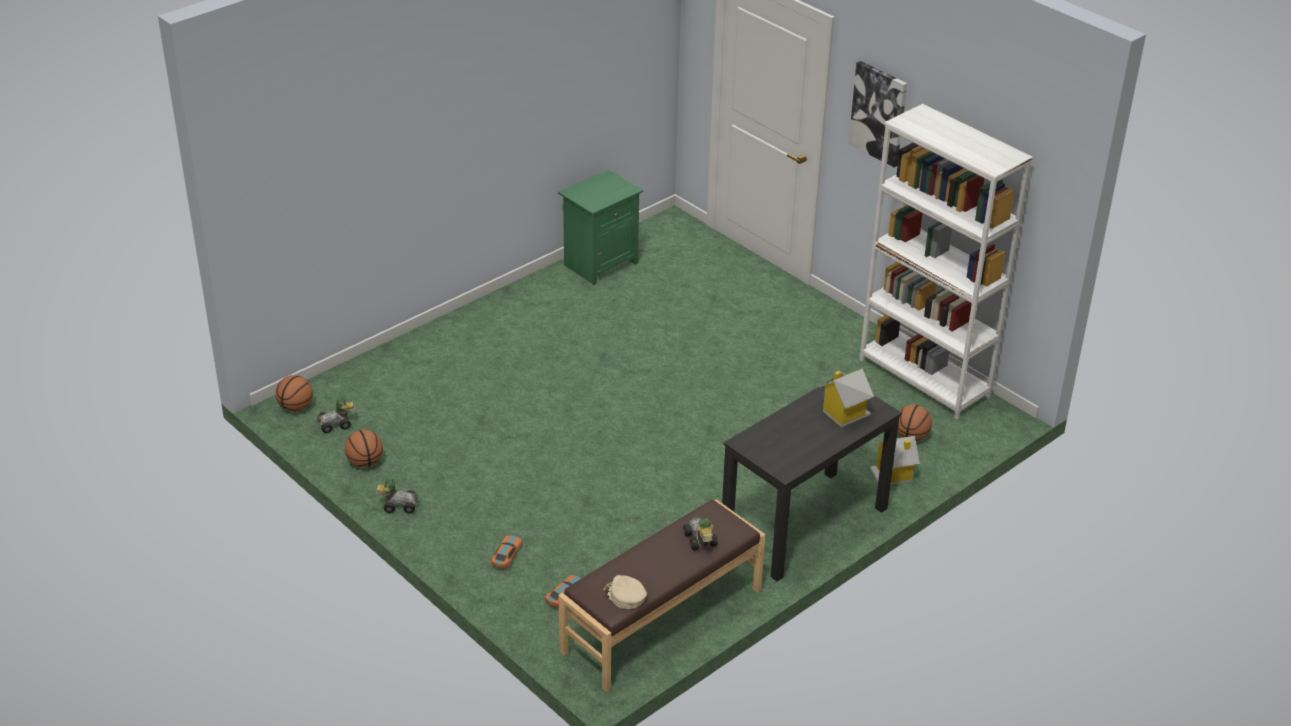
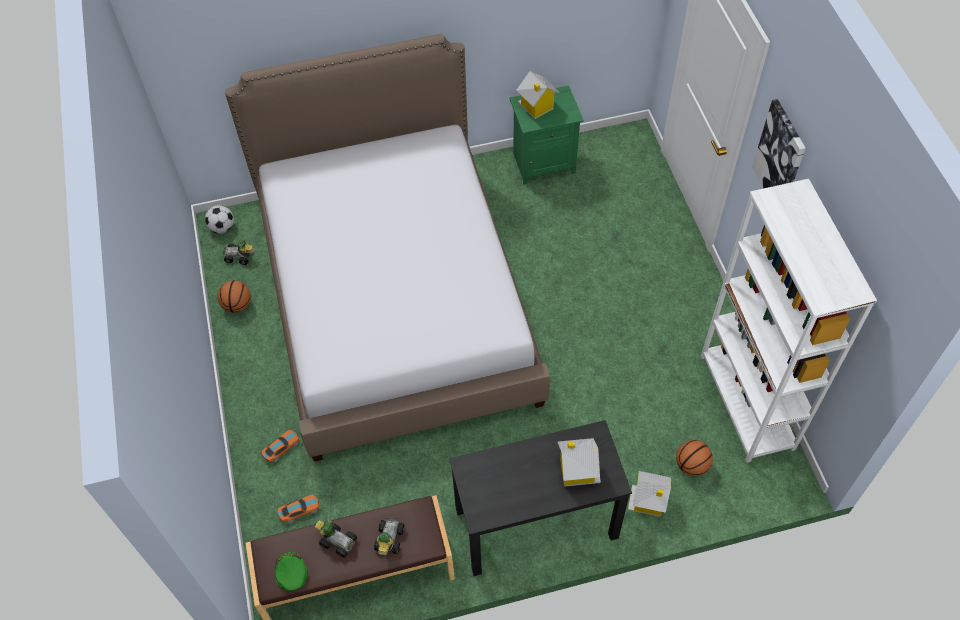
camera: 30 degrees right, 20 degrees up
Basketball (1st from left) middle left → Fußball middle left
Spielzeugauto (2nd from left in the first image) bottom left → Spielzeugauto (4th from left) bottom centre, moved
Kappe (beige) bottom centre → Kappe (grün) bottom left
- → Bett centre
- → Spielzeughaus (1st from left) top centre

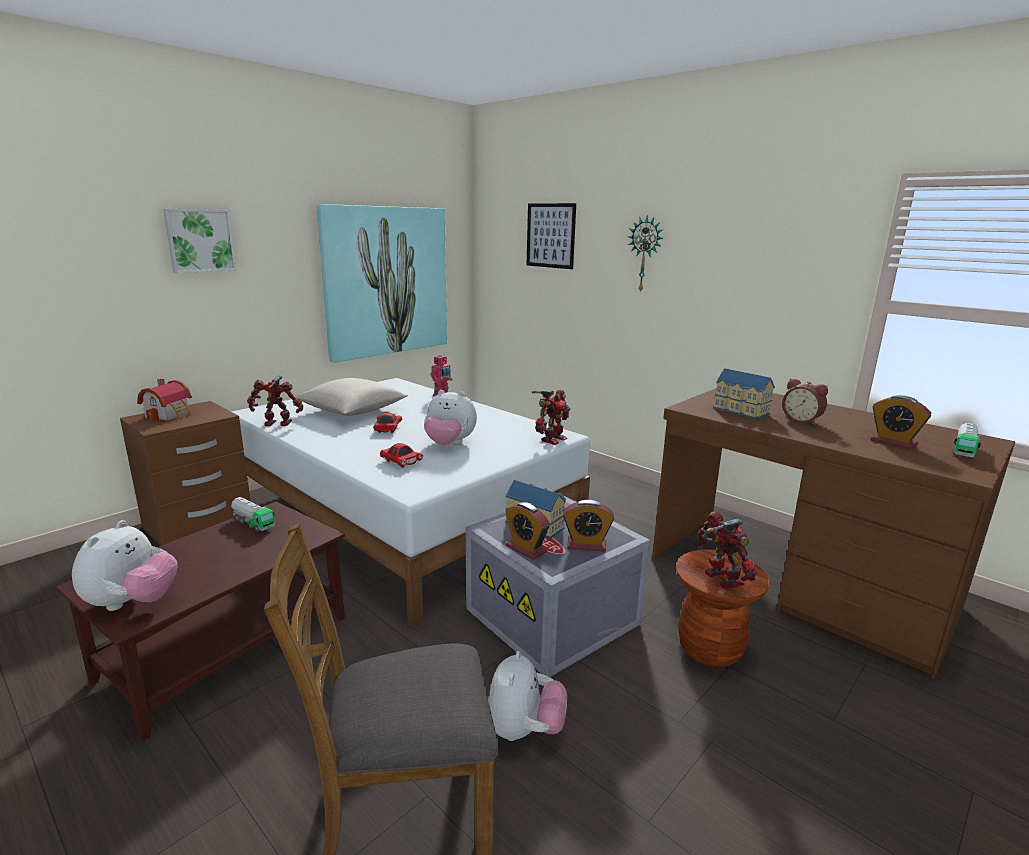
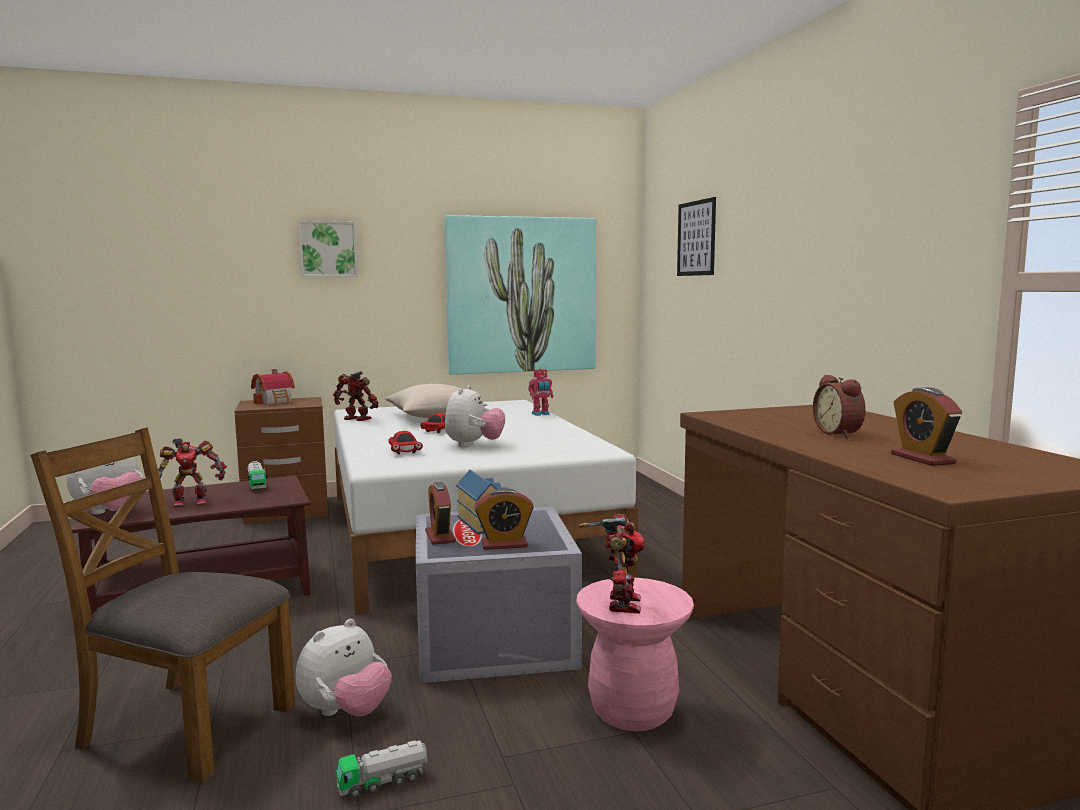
camera: 30 degrees right, 10 degrees down
Plüschtier (2nd from left in the first image) centre → Plüschtier (3rd from left) centre, 120 degrees counterclockwise
Spielzeugroboter (3rd from left in the first image) centre → Spielzeugroboter (1st from left) middle left, moved
Wecker (2nd from left) centre, 45 degrees counterclockwise
Wanduhr top centre → -
Hocker (braun) bottom right → Hocker (rosa) bottom centre
Spielzeughaus (3rd from left) middle right → -
Spielzeuglaster (2nd from left) middle right → Spielzeuglaster (2nd from left) bottom centre, moved

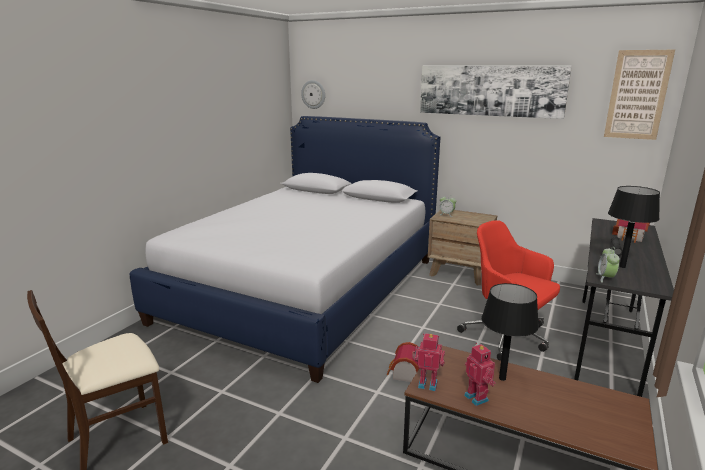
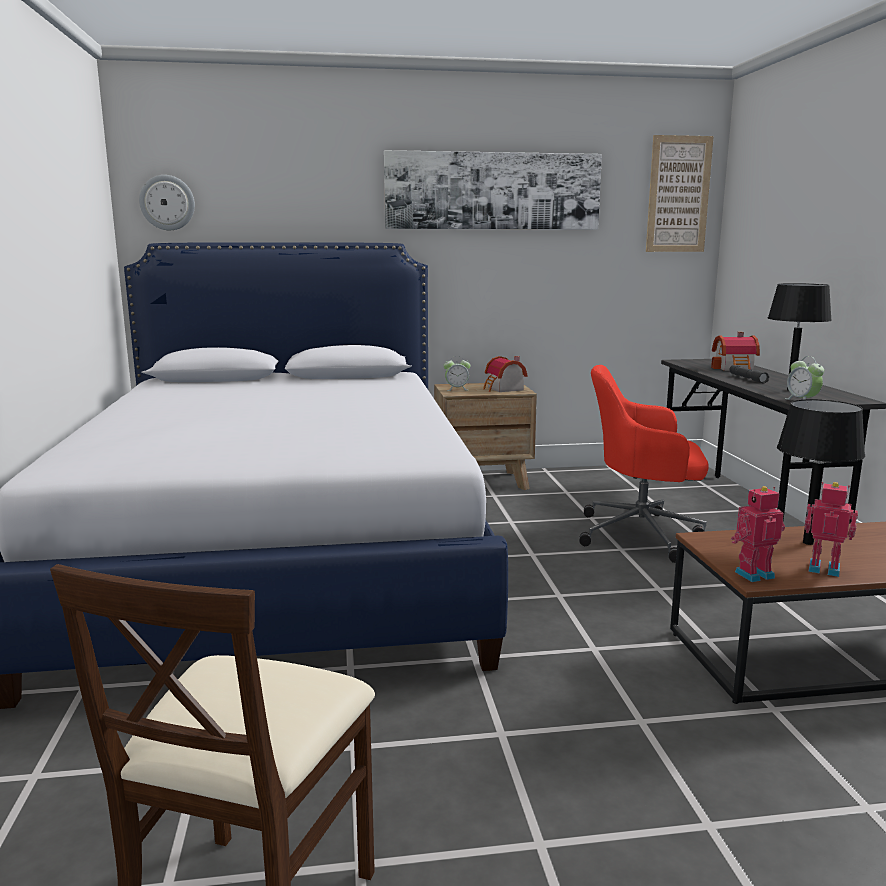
camera: 35 degrees left, 5 degrees down
Spielzeughaus (1st from left) bottom centre → Spielzeughaus (1st from left) centre, moved

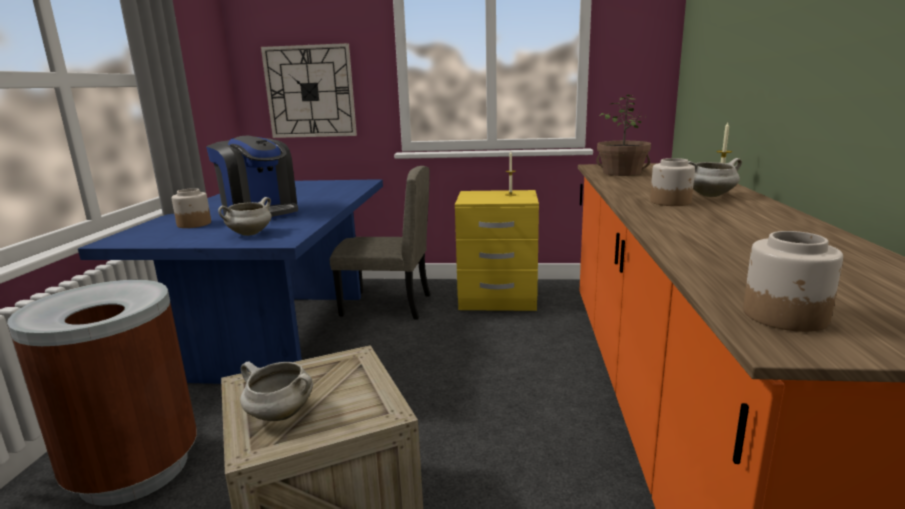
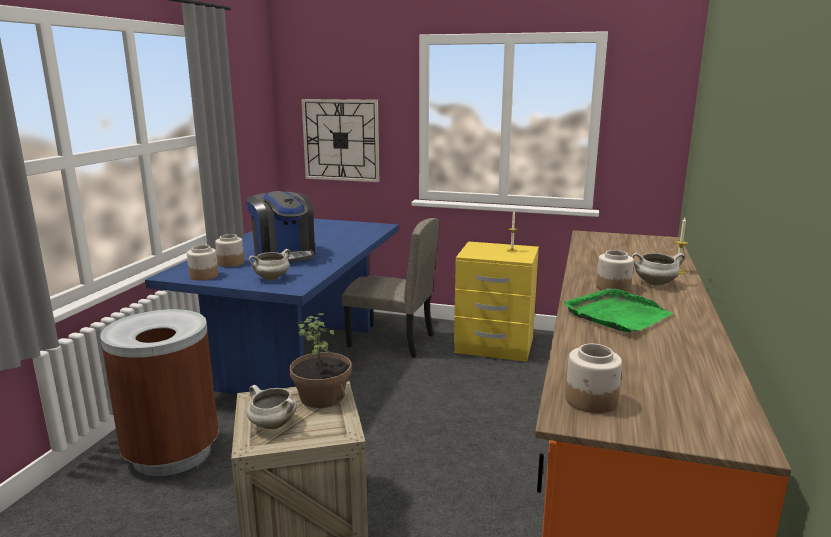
camera: 10 degrees right, 0 degrees up
Topfpflanze top right → Topfpflanze bottom centre, moved
- → Vorratsglas (1st from left) middle left
- → Tablett (grün) middle right

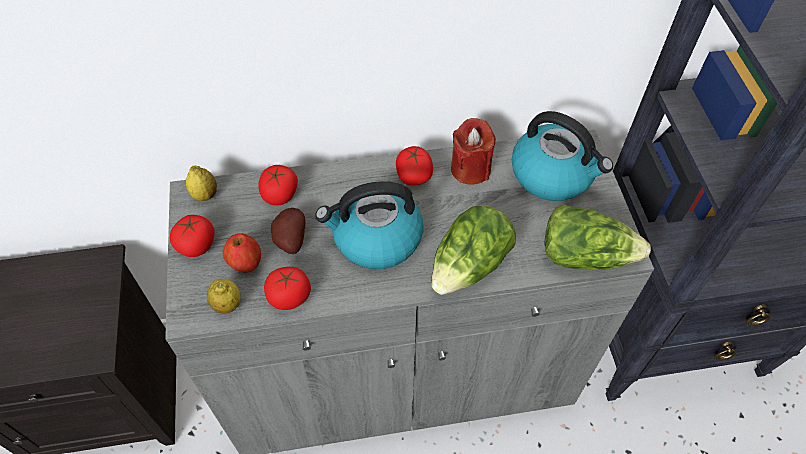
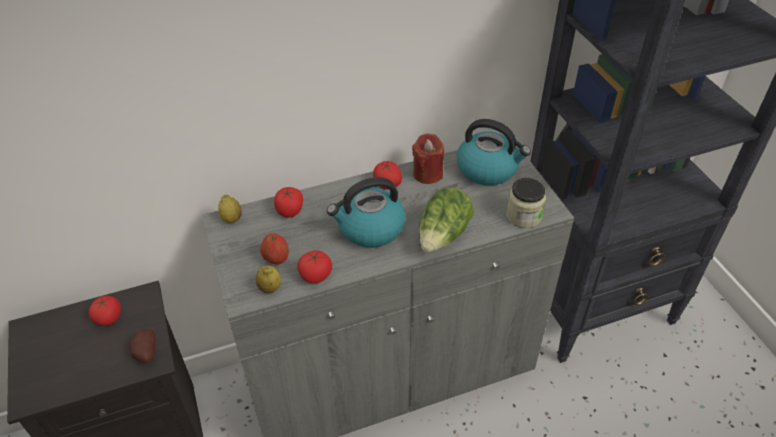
camera: 10 degrees left, 10 degrees down
Tomate (1st from left) middle left → Tomate (1st from left) bottom left, moved
Kartoffel centre → Kartoffel bottom left, moved
Salatkopf (2nd from left) middle right → Vorratsglas middle right

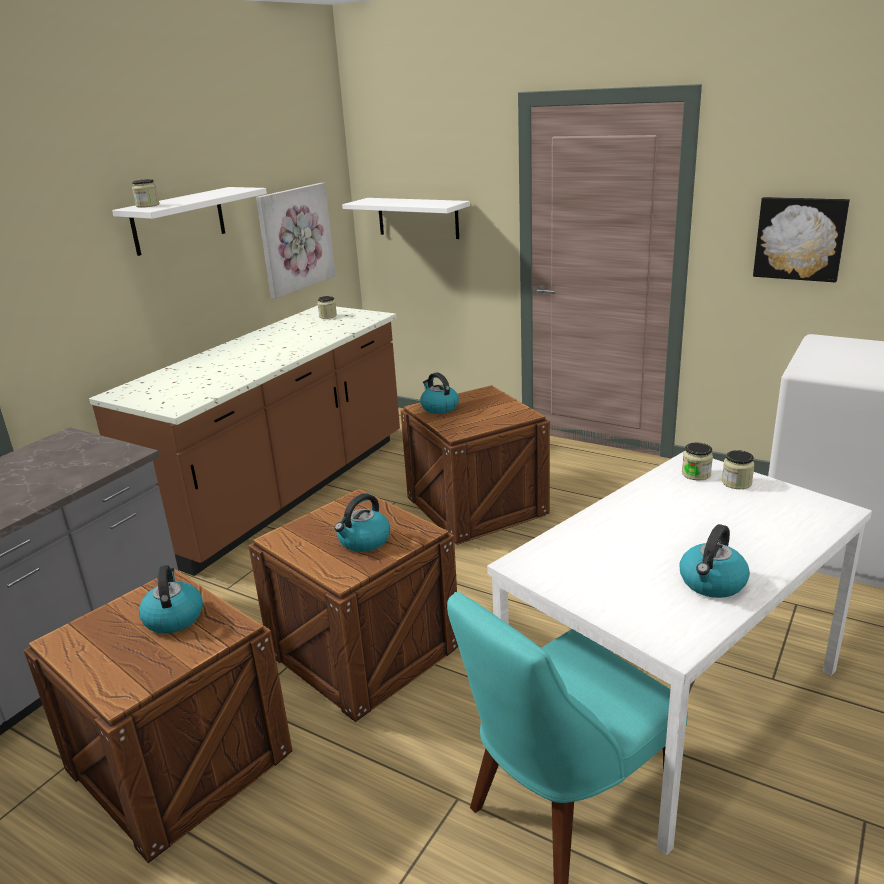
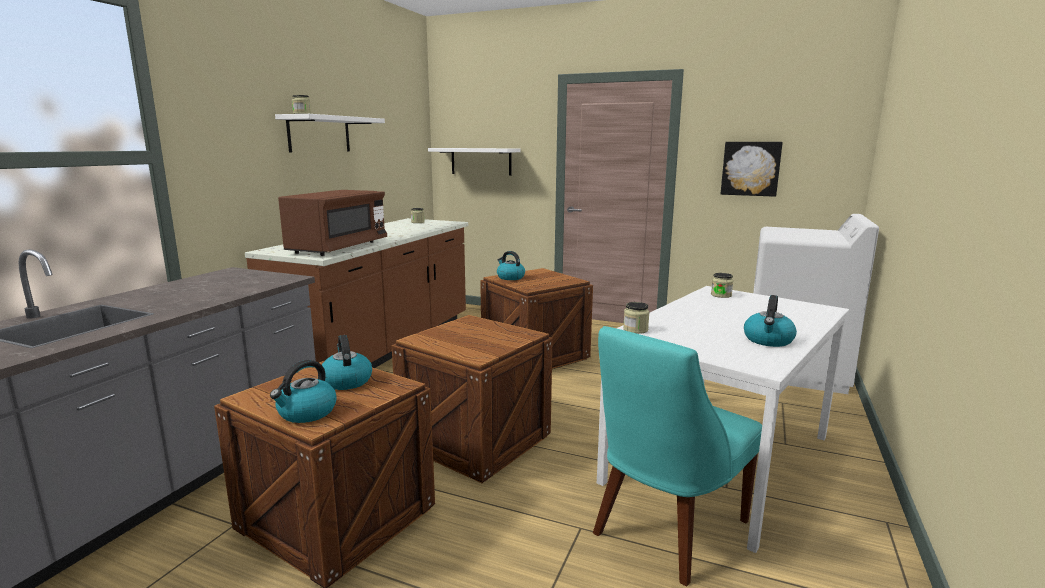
camera: 10 degrees left, 10 degrees down
Bild (1st from left) top centre → -
Wasserkessel (2nd from left in the first image) centre → Wasserkessel (1st from left) middle left, moved
Vorratsglas (4th from left in the first image) middle right → Vorratsglas (3rd from left) centre, moved
- → Mikrowelle (braun) middle left

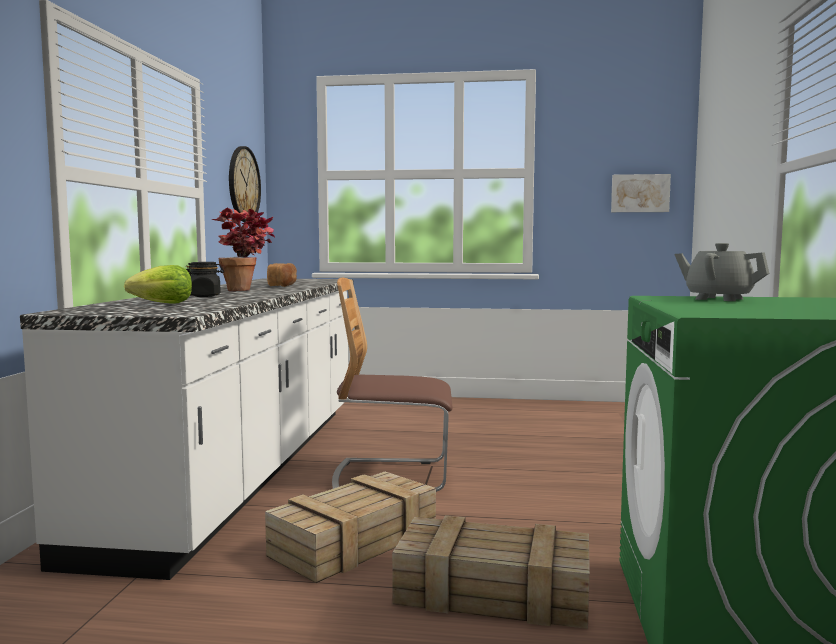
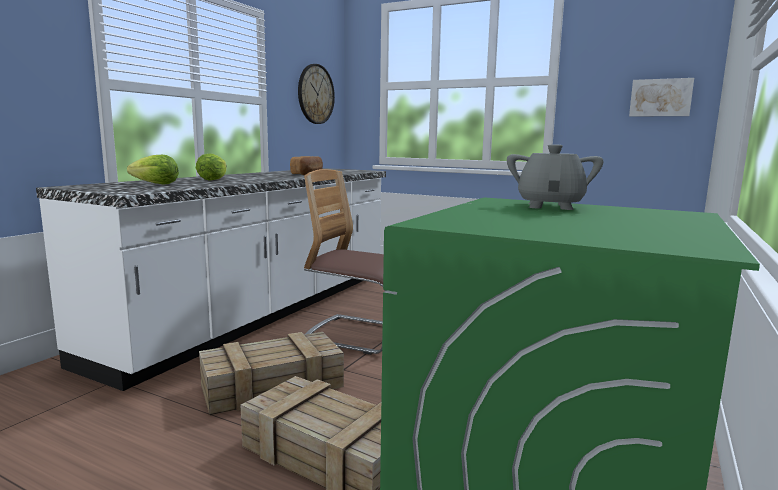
camera: 20 degrees right, 5 degrees up
Vorratsglas (schwarz) middle left → Salatkopf (2nd from left) middle left
Topfpflanze middle left → -
Teekanne (grau) middle right, 45 degrees clockwise

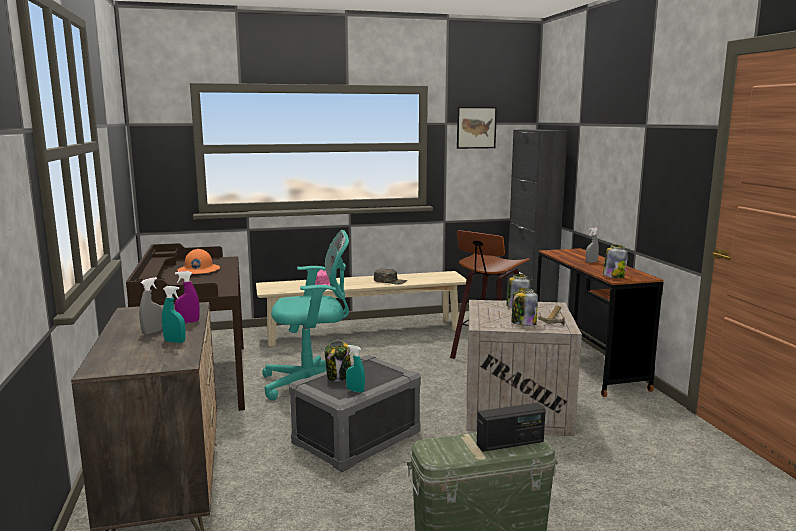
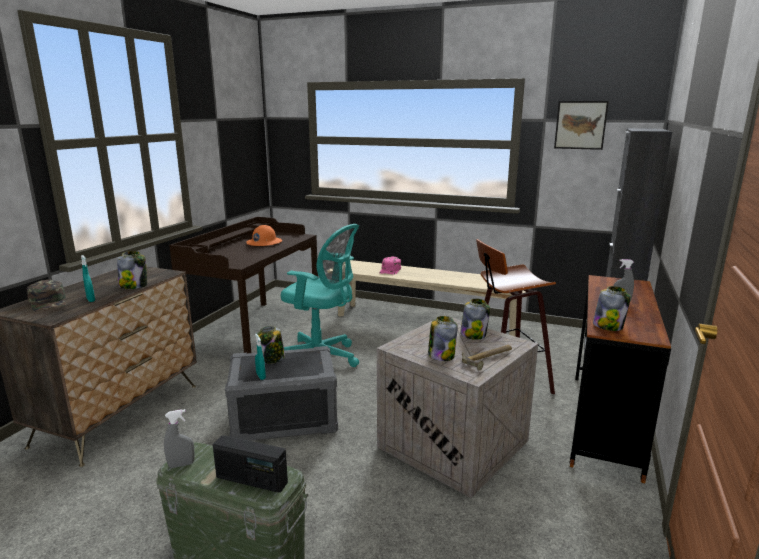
camera: 35 degrees right, 5 degrees up
Sprühflasche (grau) (1st from left) middle left → Sprühflasche (grau) (1st from left) bottom left, moved
Sprühflasche (lila) middle left → Vorratsglas (1st from left) middle left
Kappe (grün) centre → Kappe (grün) middle left, moved

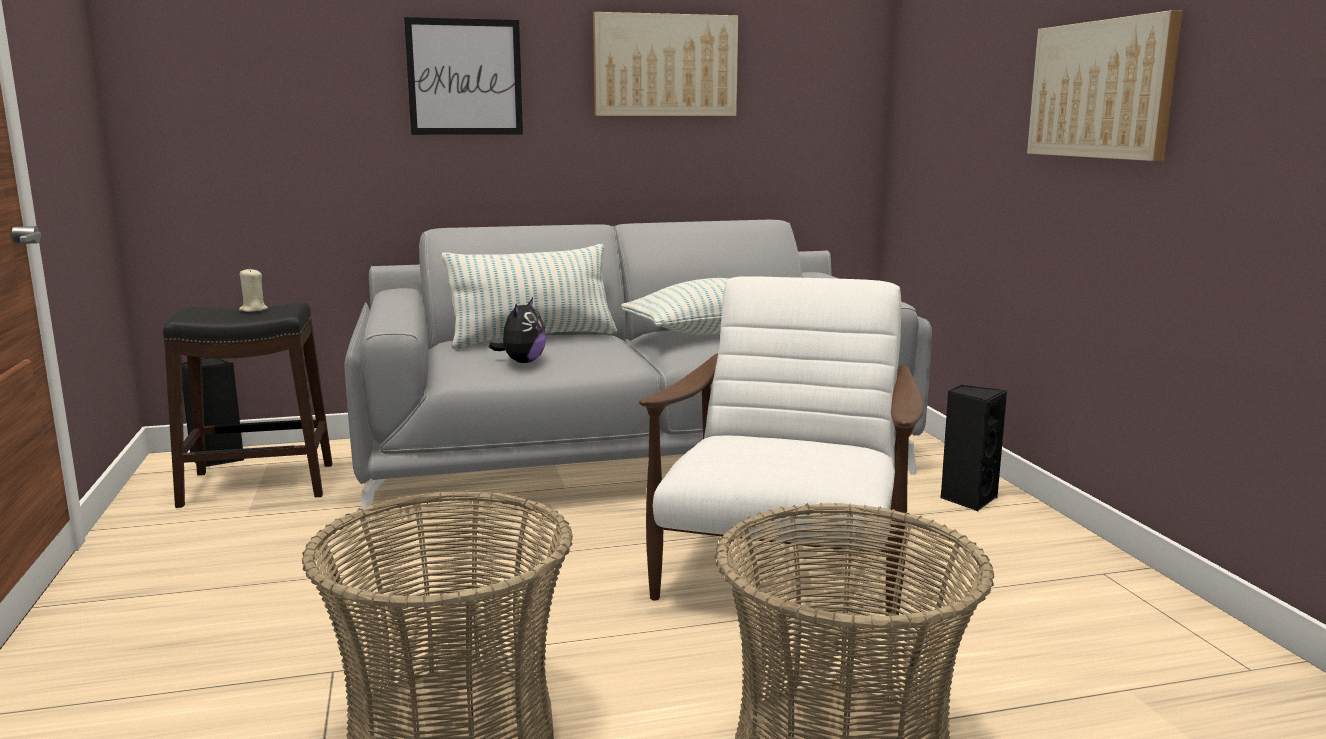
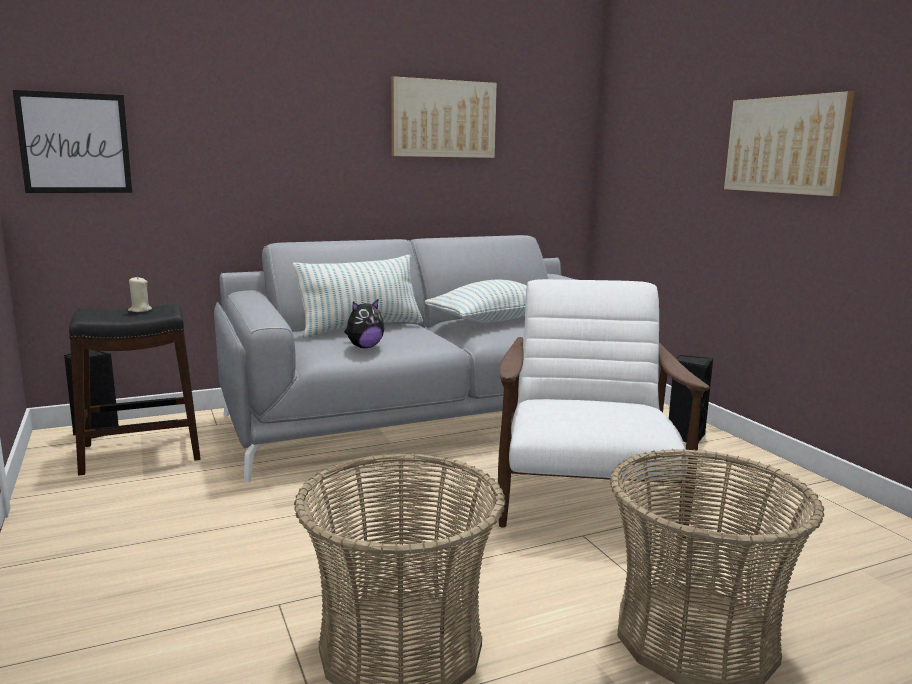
camera: 10 degrees left, 0 degrees up
Bild (1st from left) top centre → Bild (1st from left) top left, moved
Plüschtier centre, 45 degrees clockwise

